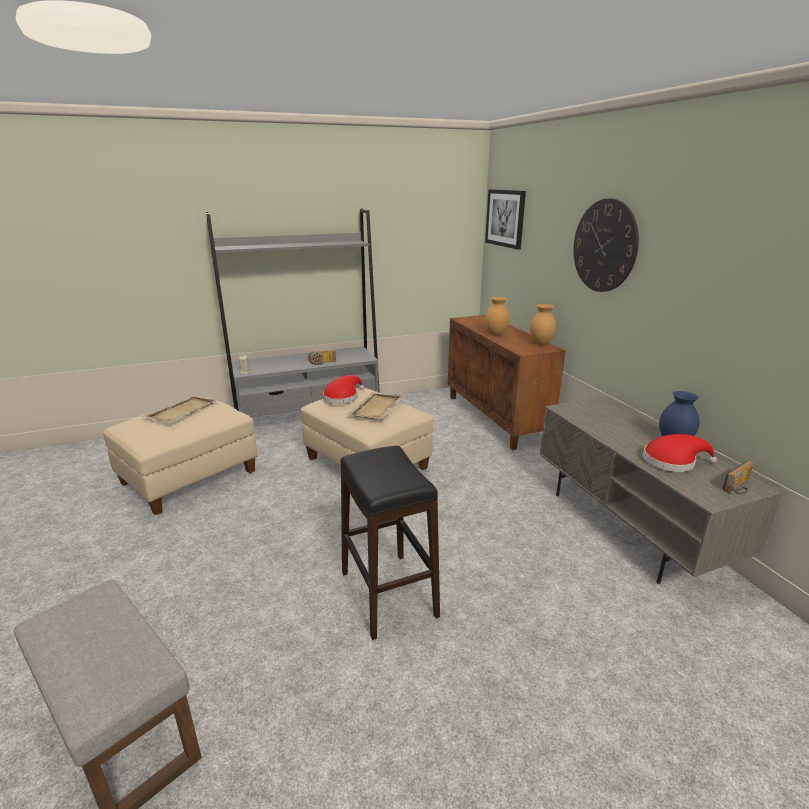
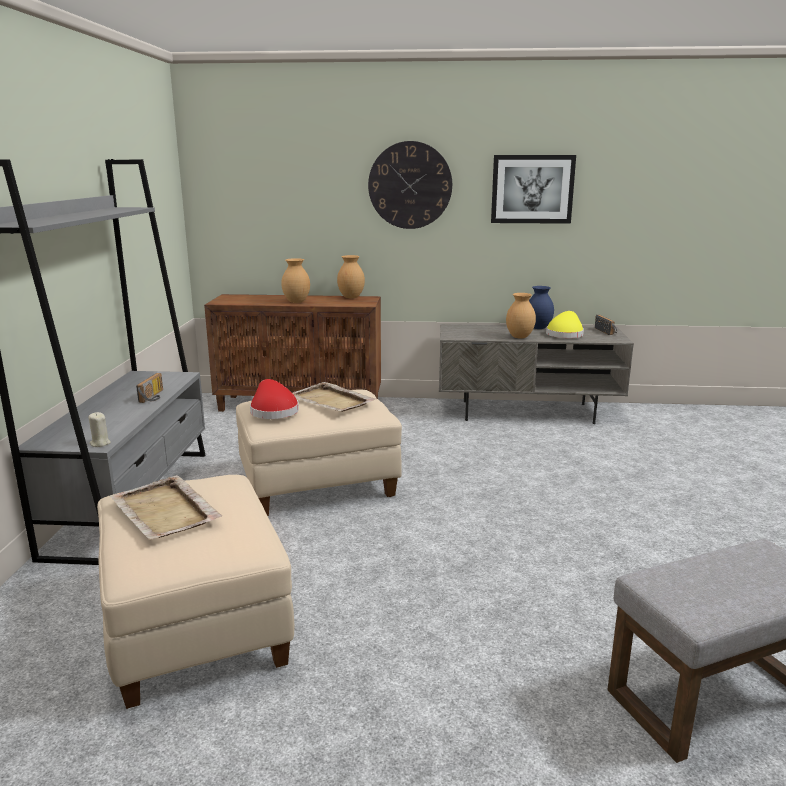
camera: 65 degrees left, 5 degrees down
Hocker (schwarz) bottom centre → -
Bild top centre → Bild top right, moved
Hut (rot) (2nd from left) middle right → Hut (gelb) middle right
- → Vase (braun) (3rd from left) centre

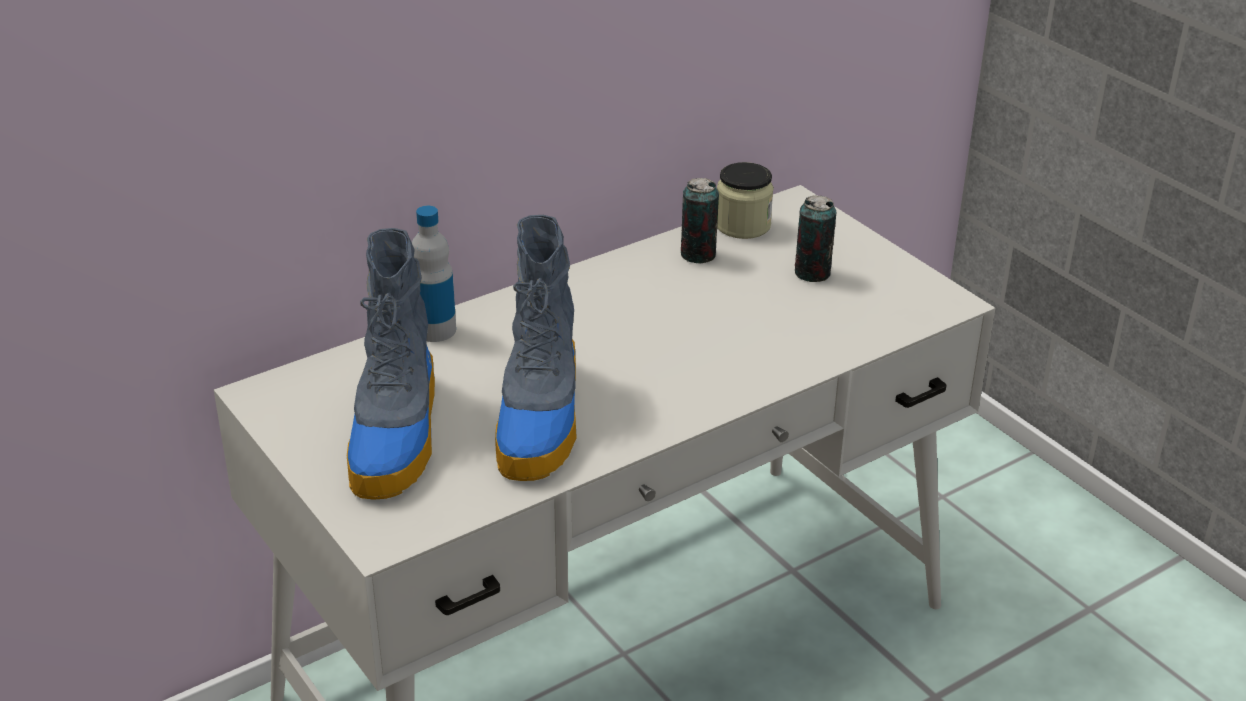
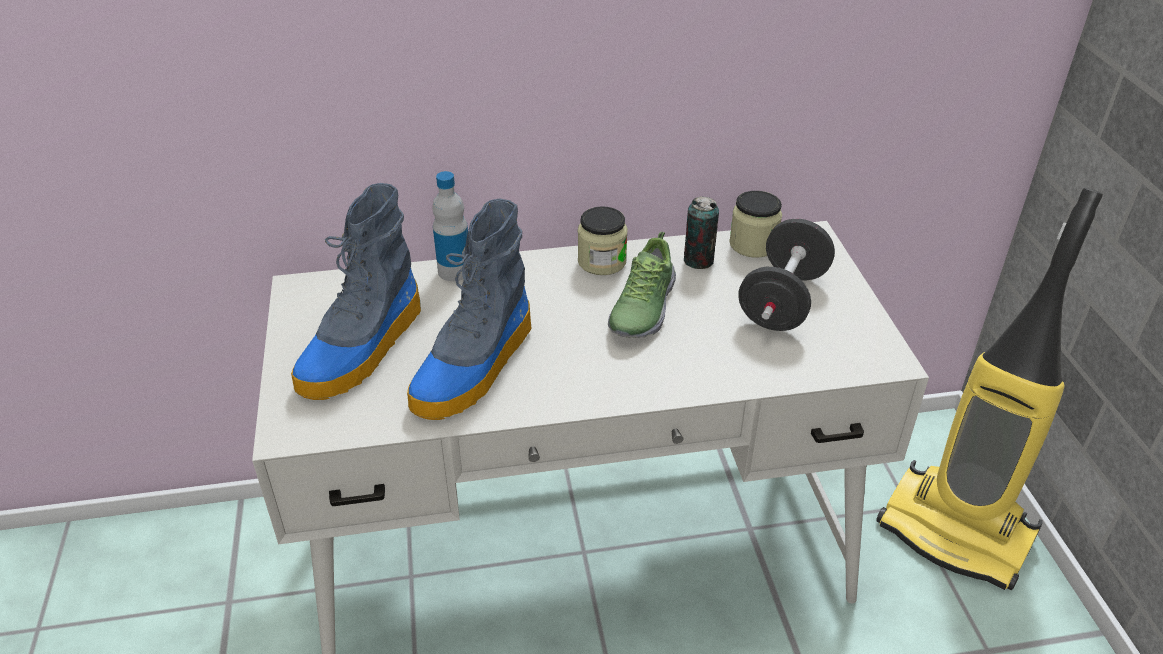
camera: 25 degrees right, 5 degrees up
Dose (2nd from left) centre → Hantel (schwarz) middle right
- → Vorratsglas (1st from left) centre
- → Schuh centre
- → Staubsauger middle right

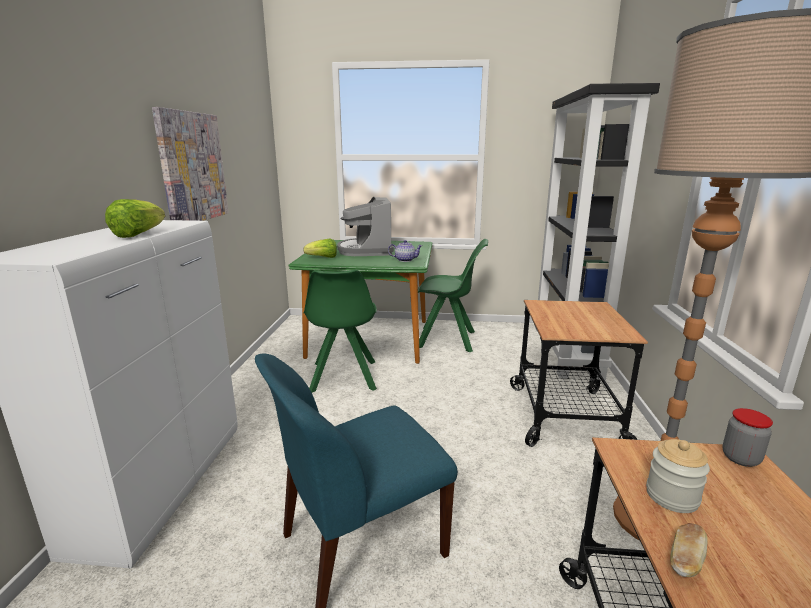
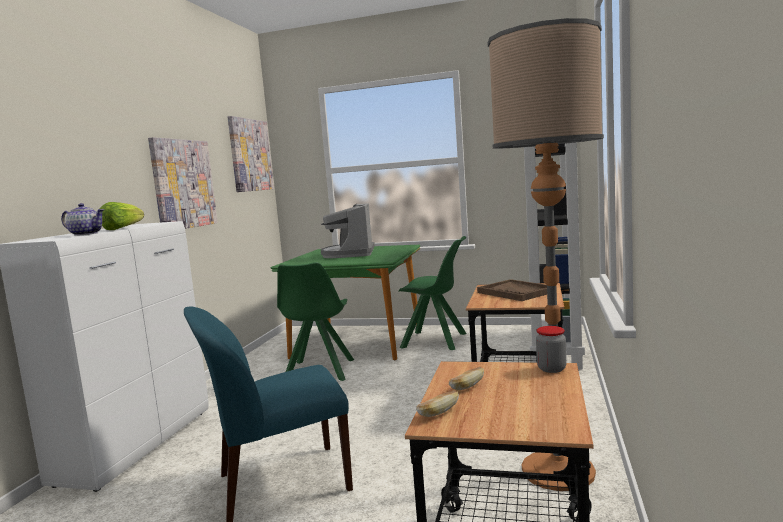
camera: 10 degrees right, 10 degrees down
Salatkopf (2nd from left) centre → -
Teekanne centre → Teekanne middle left, moved
Vorratsglas (1st from left) bottom right → Brot (2nd from left) bottom centre
- → Bild (2nd from left) top left
- → Tablett (braun) centre

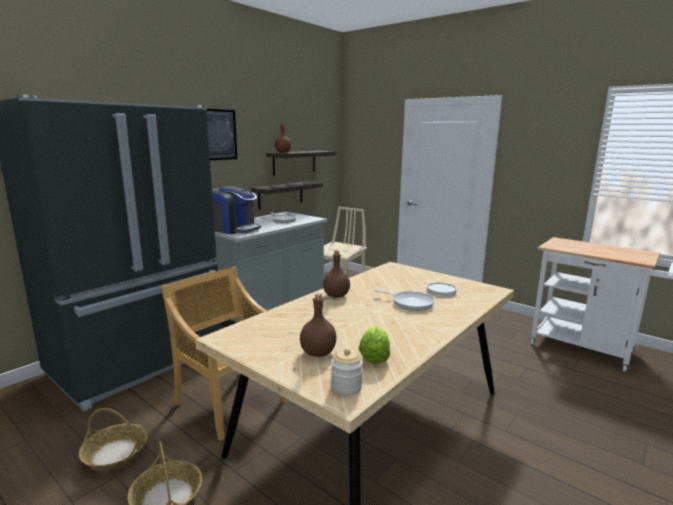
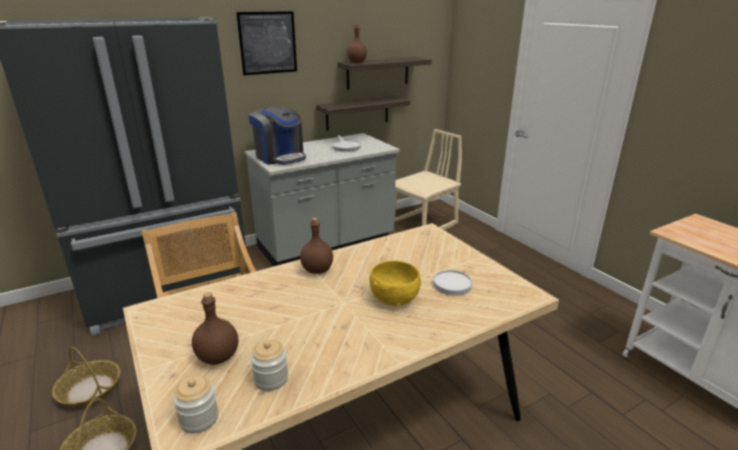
camera: 20 degrees right, 10 degrees up
Salatkopf bottom centre → Vorratsglas (2nd from left) bottom centre
Pfanne (2nd from left) centre → Schüssel (gelb) centre

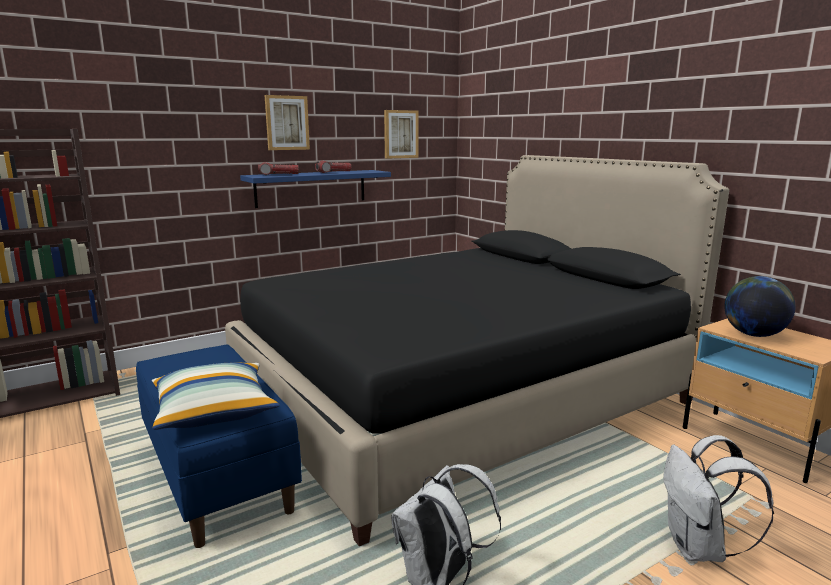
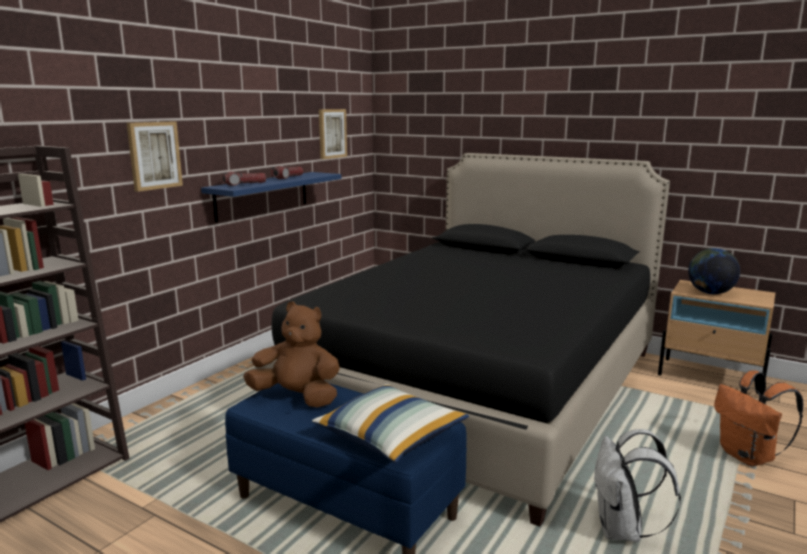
camera: 25 degrees left, 0 degrees up
Bild (1st from left) top centre → Bild (1st from left) top left, moved
Rucksack (weiß) (2nd from left) bottom right → Rucksack (orange) bottom right
- → Plüschtier (braun) centre

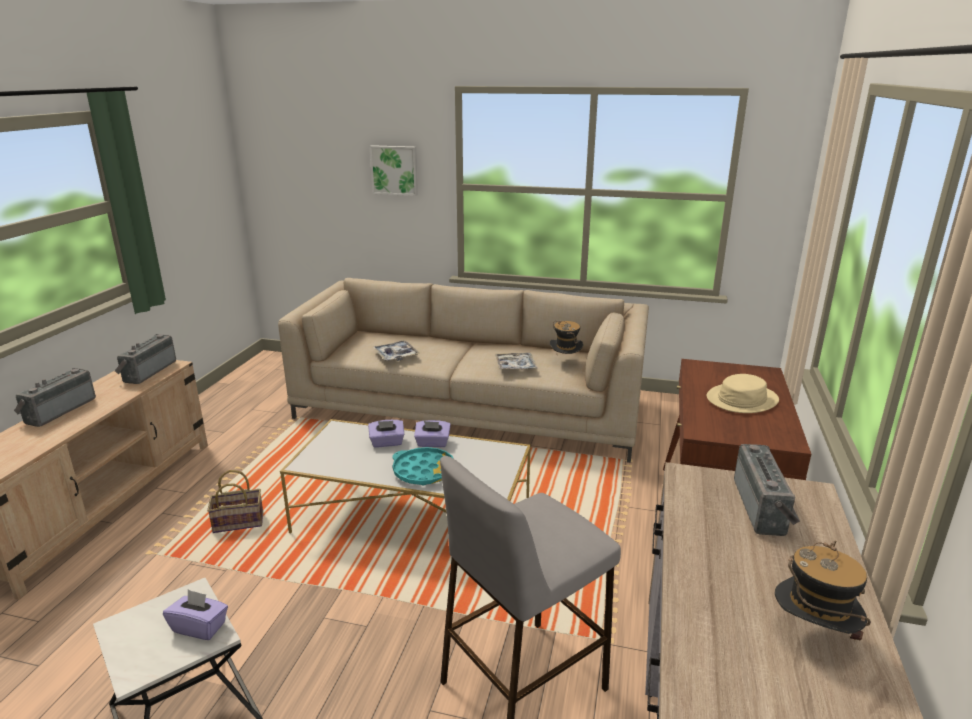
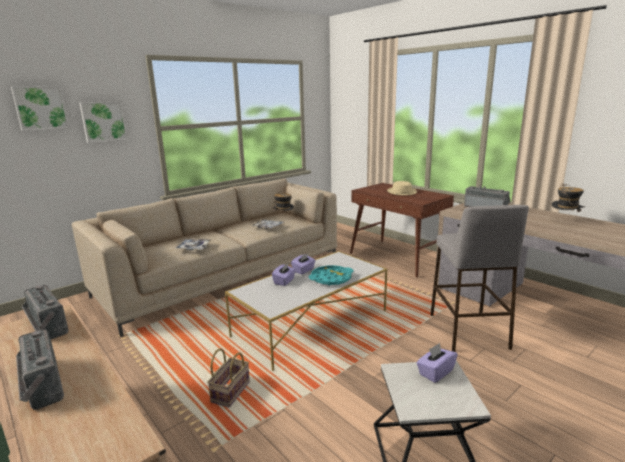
camera: 55 degrees left, 5 degrees down
- → Bild (1st from left) top left

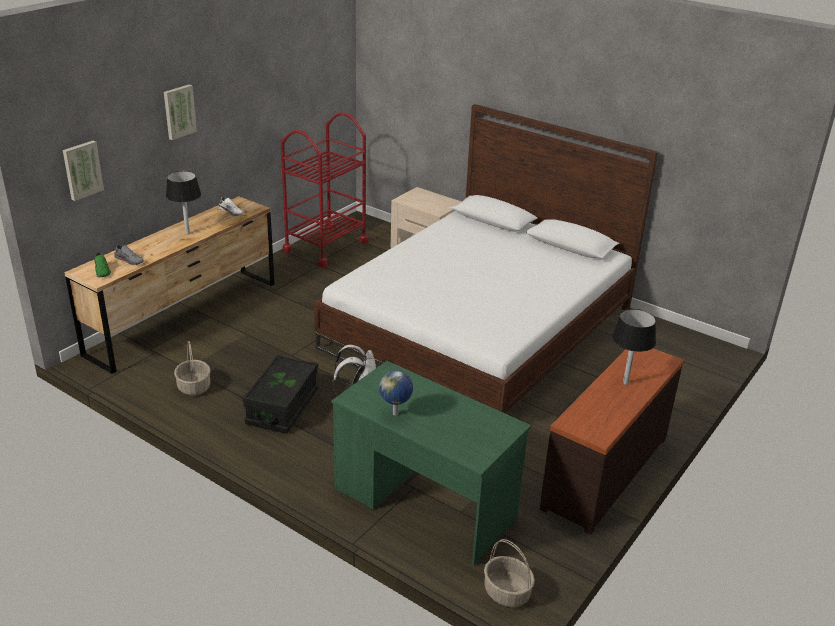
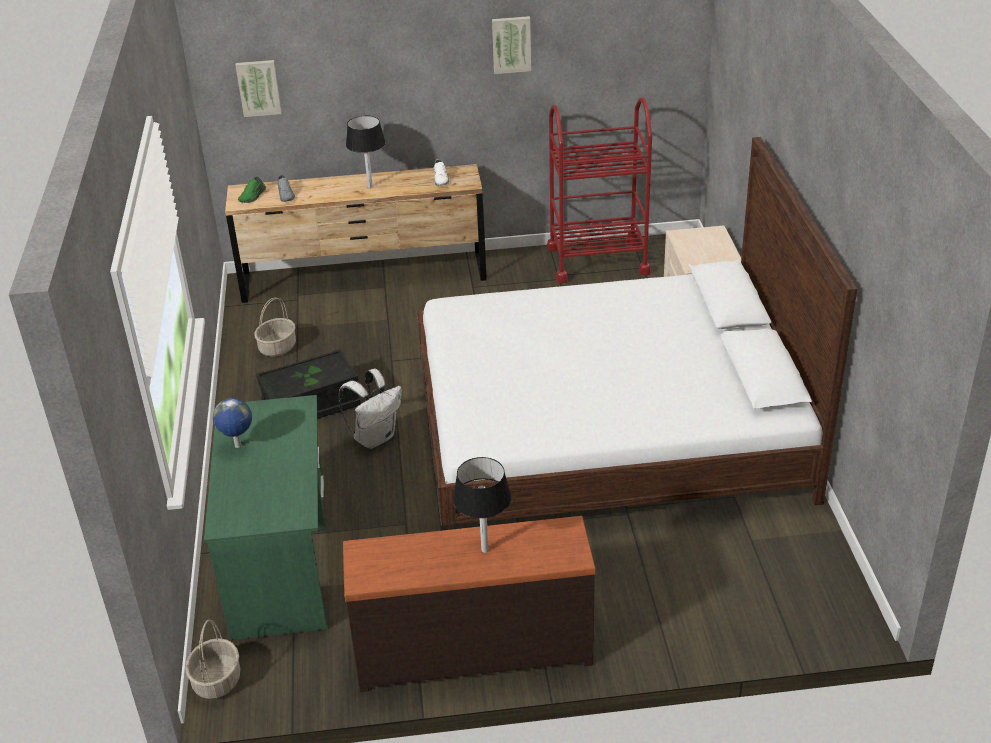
camera: 50 degrees right, 5 degrees up
Bild (2nd from left) top left → Bild (2nd from left) top centre, moved

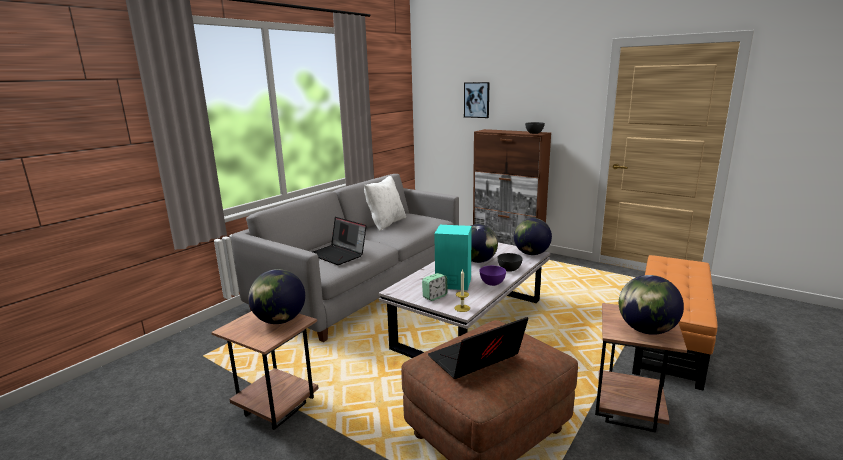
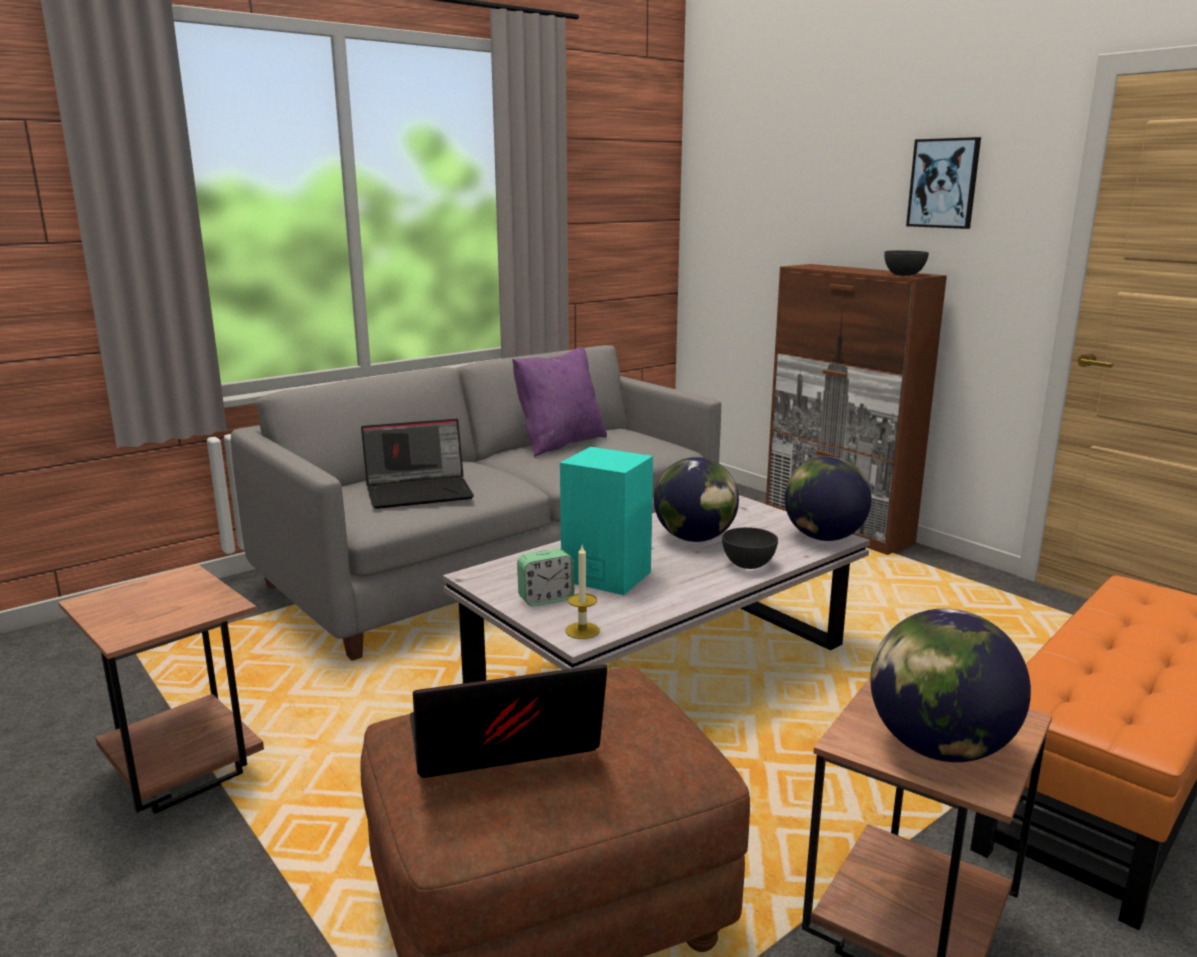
camera: 15 degrees right, 0 degrees up
Globus (1st from left) middle left → -
Laptop (1st from left) centre, 75 degrees counterclockwise
Kissen (weiß) centre → Kissen (lila) centre
Bild top centre → Bild top right, moved
Schüssel (lila) centre → -

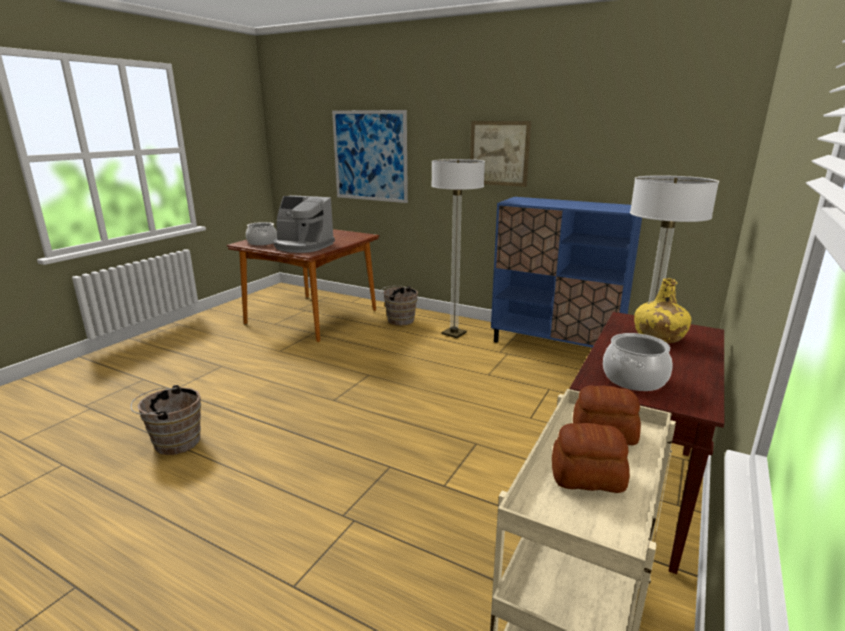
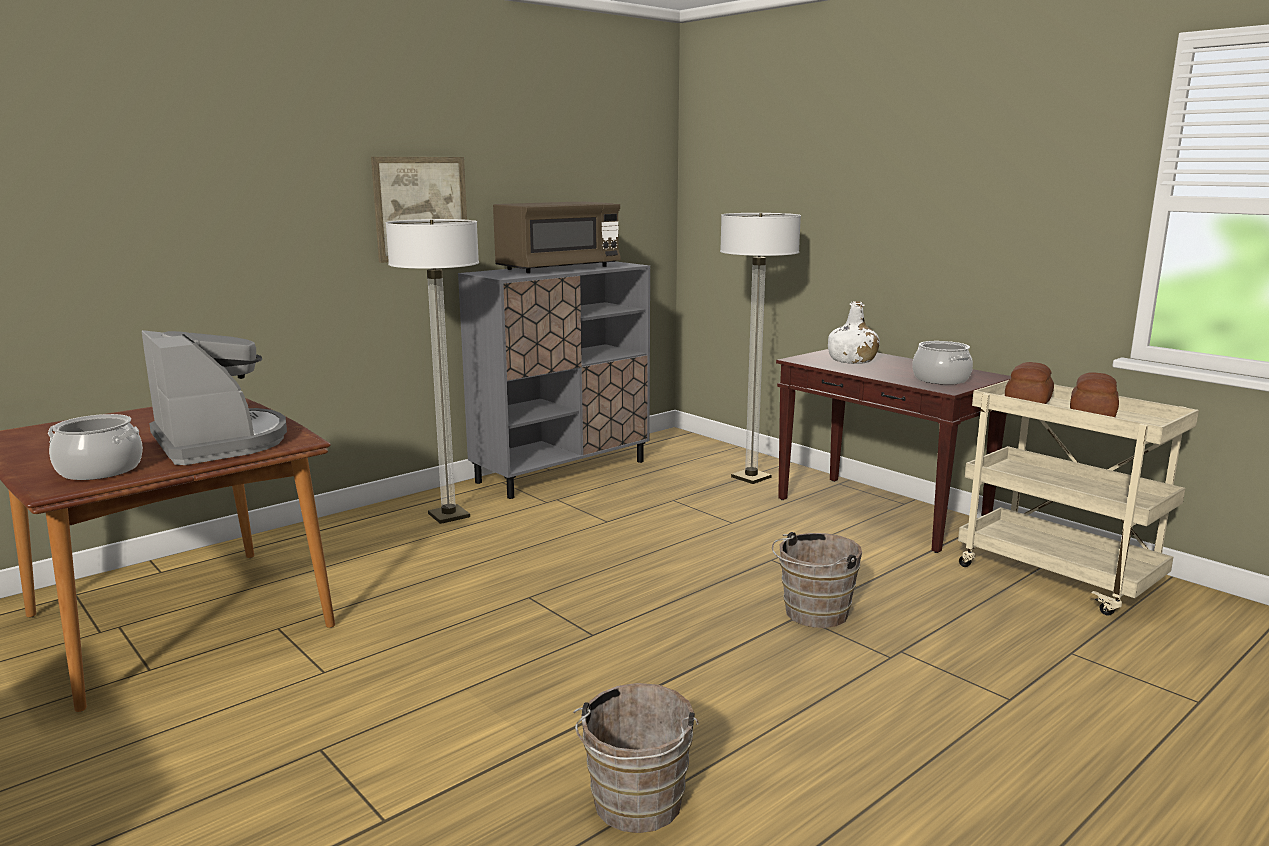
camera: 70 degrees left, 5 degrees down
Kaffeemaschine centre → Kaffeemaschine middle left, 75 degrees counterclockwise
Bild (1st from left) top centre → -
Eimer (braun) (2nd from left) centre → Eimer (braun) (2nd from left) bottom centre, moved
Schrank (blau) middle right → Schrank (grau) centre
Flasche (gelb) middle right → Flasche (weiß) middle right
- → Mikrowelle (braun) top centre

